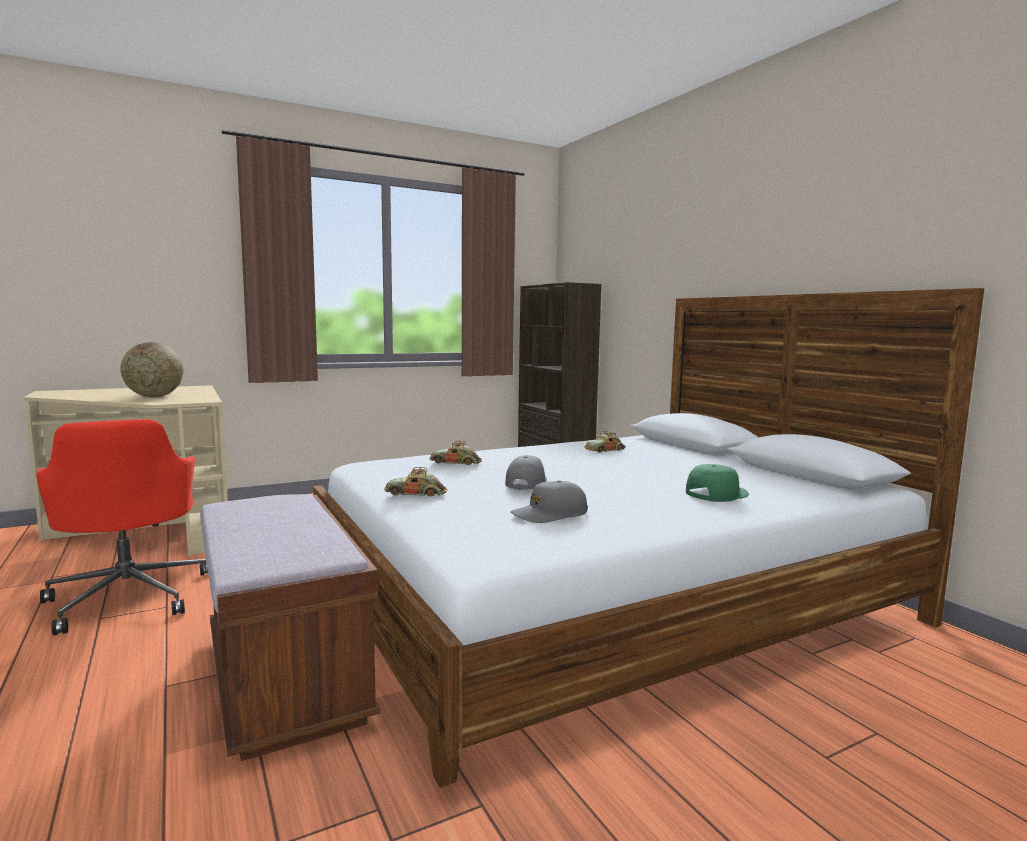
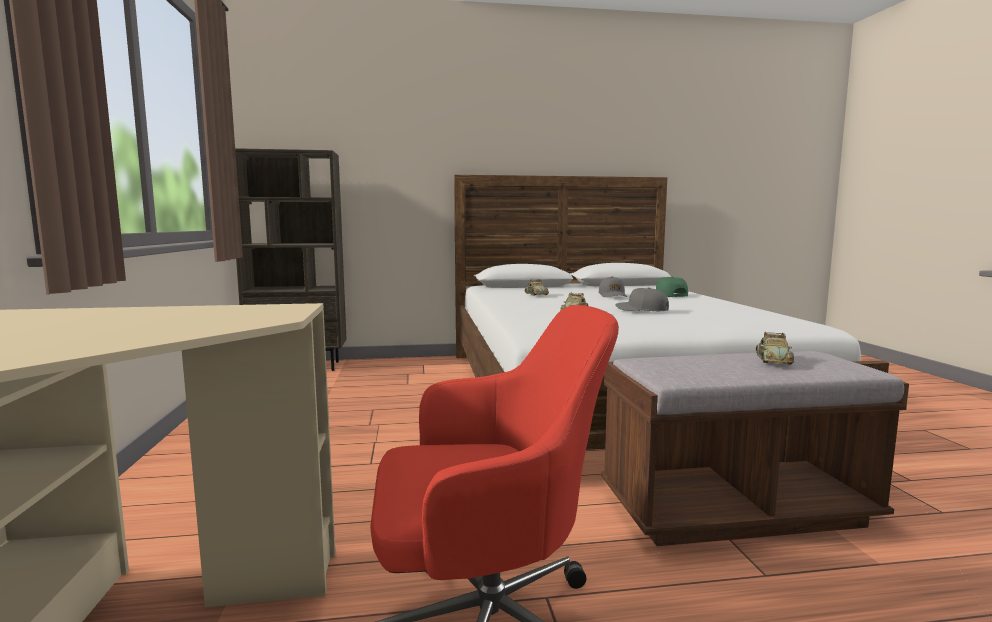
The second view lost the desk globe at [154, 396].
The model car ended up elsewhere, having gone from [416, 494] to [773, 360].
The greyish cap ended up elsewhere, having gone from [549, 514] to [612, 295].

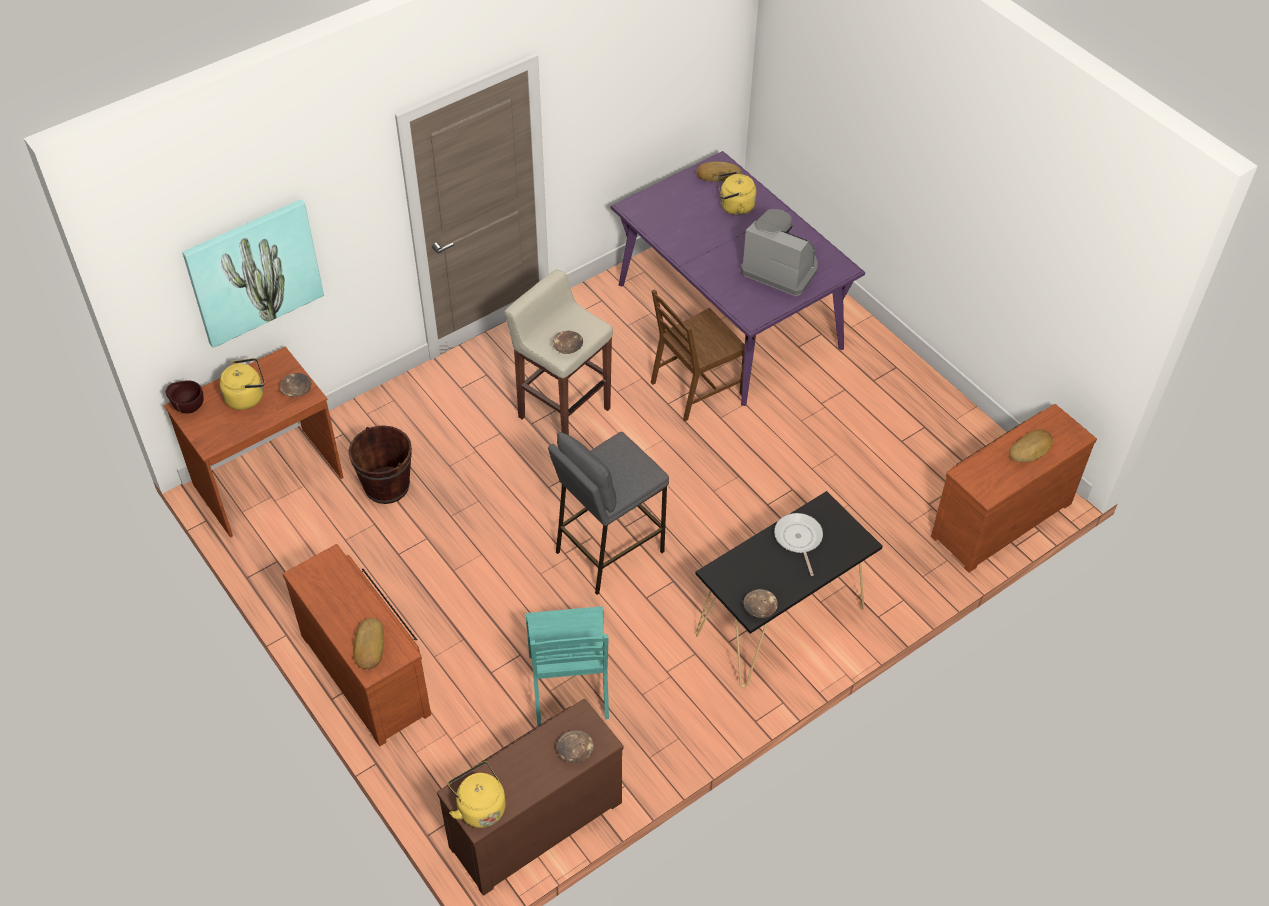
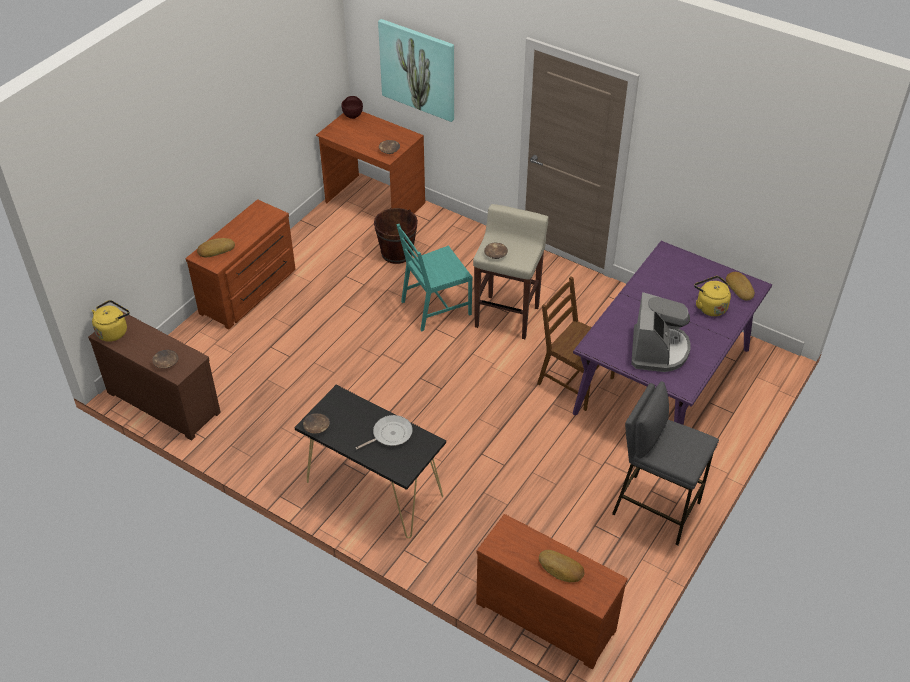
The second view lost the yellowish water kettle at [247, 396].
The blue-green plain chair ended up elsewhere, having gone from [570, 687] to [435, 308].
The greyish sitting stool ended up elsewhere, having gone from [608, 551] to [656, 508].

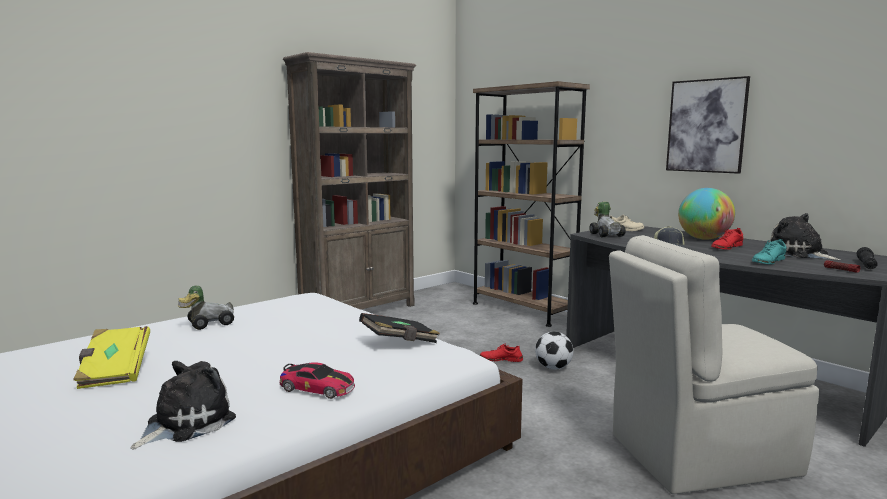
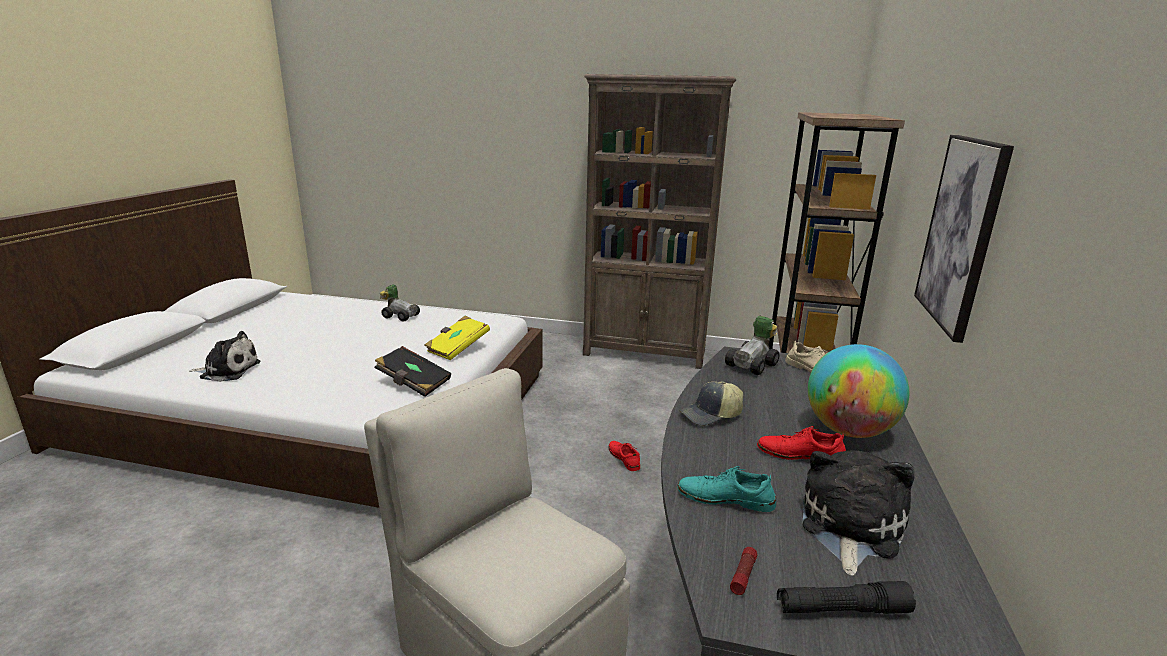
The yellowish volume ended up elsewhere, having gone from [114, 372] to [457, 348].
The second view lost the model car at [317, 388].
The second view lost the ball for football at [553, 368].

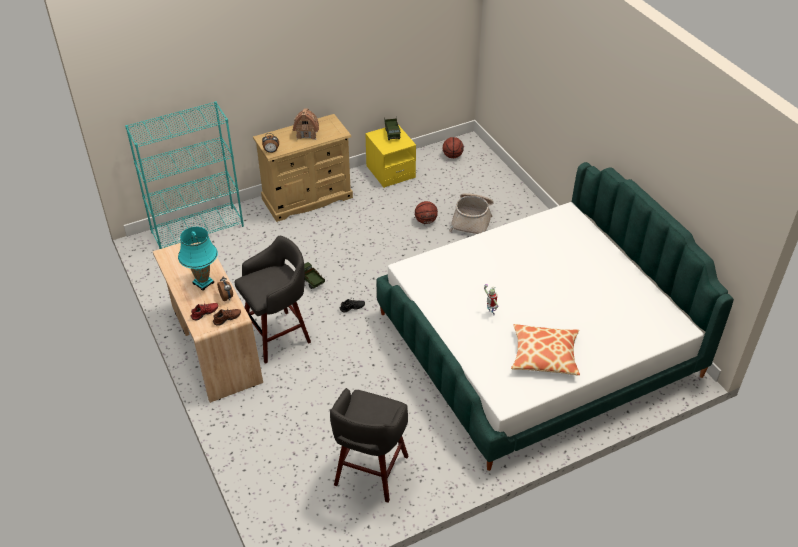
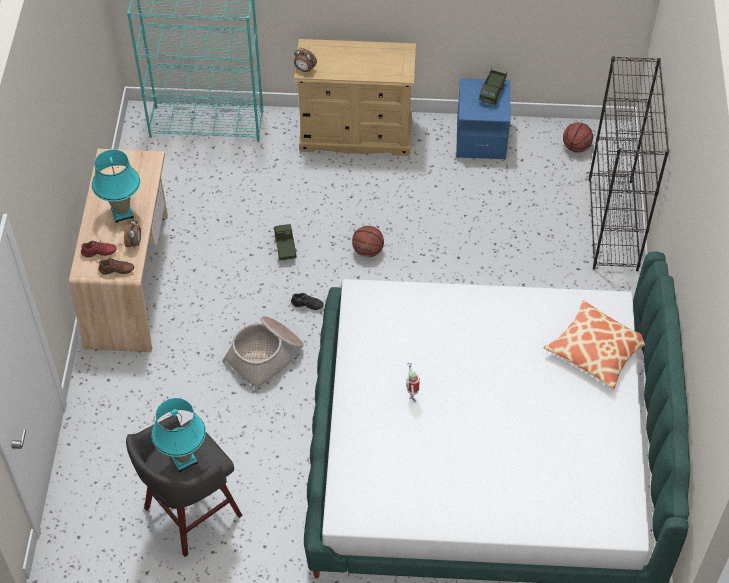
The second view lost the greyish sitting stool at [278, 336].
The second view lost the model house at [307, 134].
What was the yellowish nightstand at [390, 172] turned into the blue-coloured nightstand at [481, 138].
The basketball ended up elsewhere, having gone from [426, 221] to [368, 251].
The basket ended up elsewhere, having gone from [472, 220] to [266, 357].
The pillow ended up elsewhere, having gone from [544, 355] to [596, 350].
The second view gained the blue-green tabletop lamp at [184, 459].
The second view gained the black-coloured bookshelf at [613, 225].

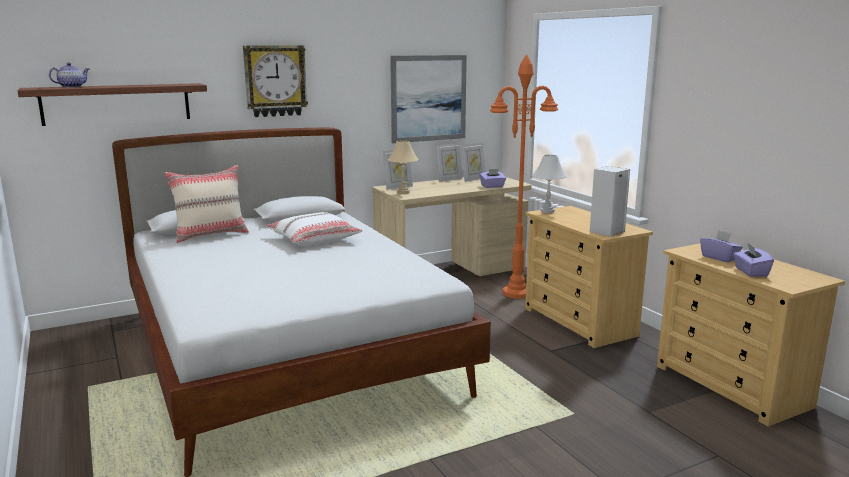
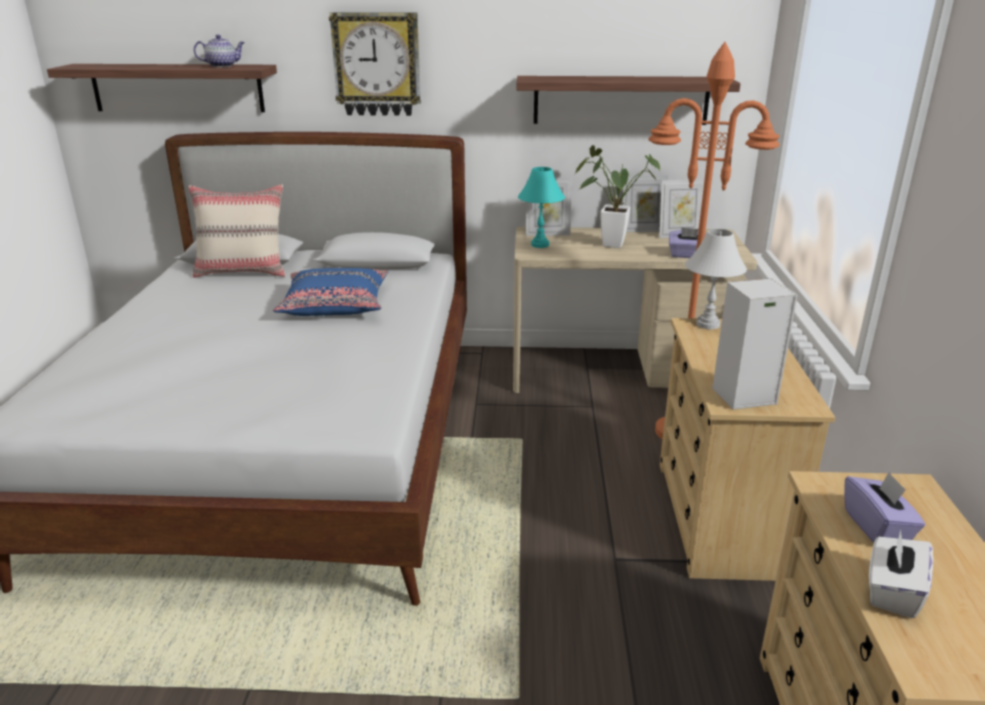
The teapot ended up elsewhere, having gone from [72, 87] to [222, 66].
What was the whitish pillow at [314, 239] turned into the blue-coloured pillow at [335, 305].
What was the sand-coloured tabletop lamp at [403, 192] turned into the blue-green tabletop lamp at [540, 245].
Where the wall art hung at [428, 98], the shelf came to hang at [621, 100].
What was the purple-coloured box of tissues at [750, 272] turned into the whitish box of tissues at [892, 592].
The second view gained the plant in a pot at [607, 244].

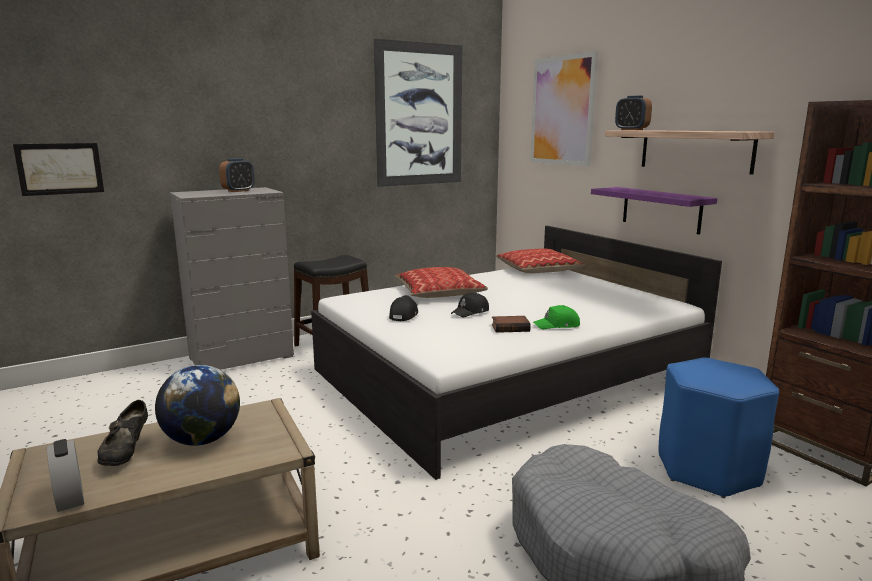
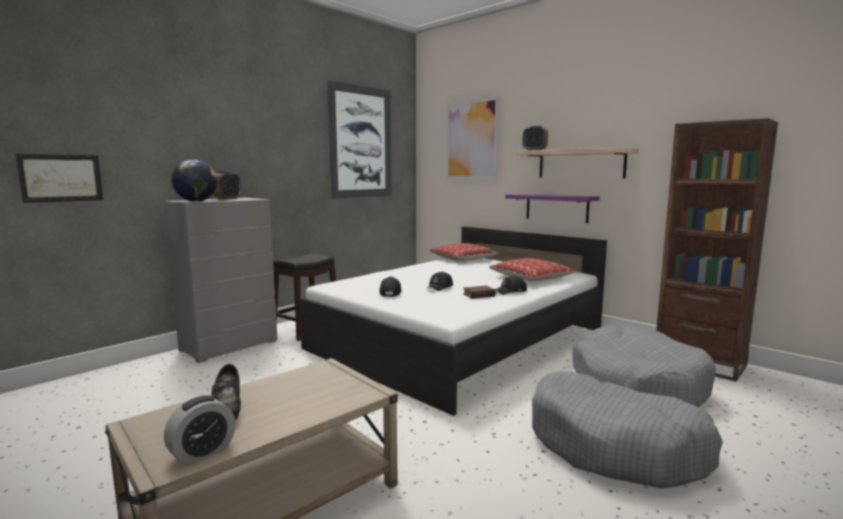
The alarm clock at [70, 497] ended up facing another way, 90 degrees counterclockwise from before.
The desk globe ended up elsewhere, having gone from [202, 440] to [196, 201].
The pillow ended up elsewhere, having gone from [439, 293] to [531, 278].
What was the green-coloured cap at [557, 325] turned into the black-coloured cap at [511, 291].
Where the blue-coloured sitting stool stood at [708, 470], the greyish pet bed came to stand at [637, 384].

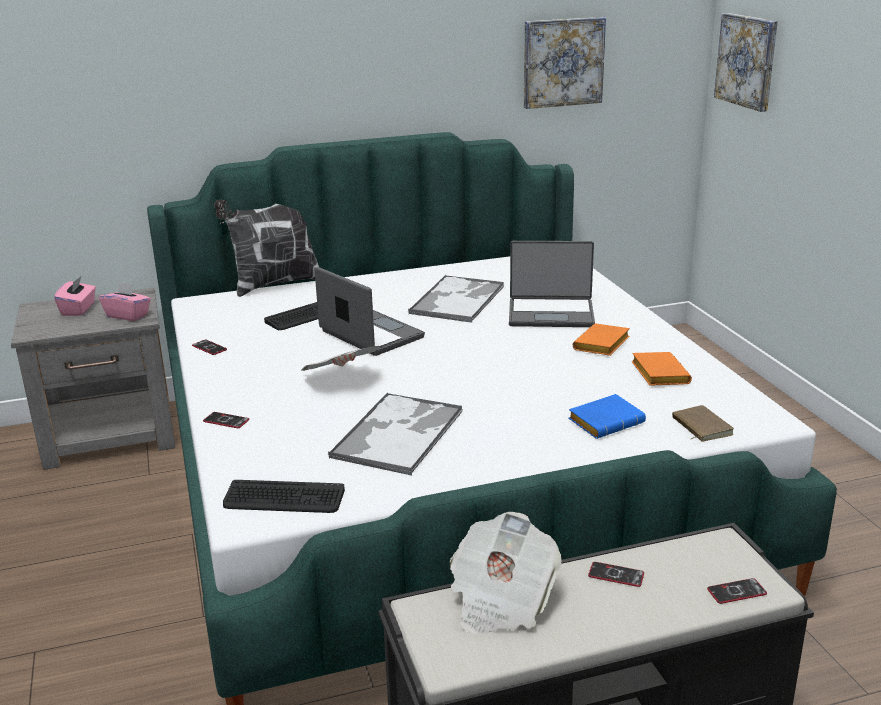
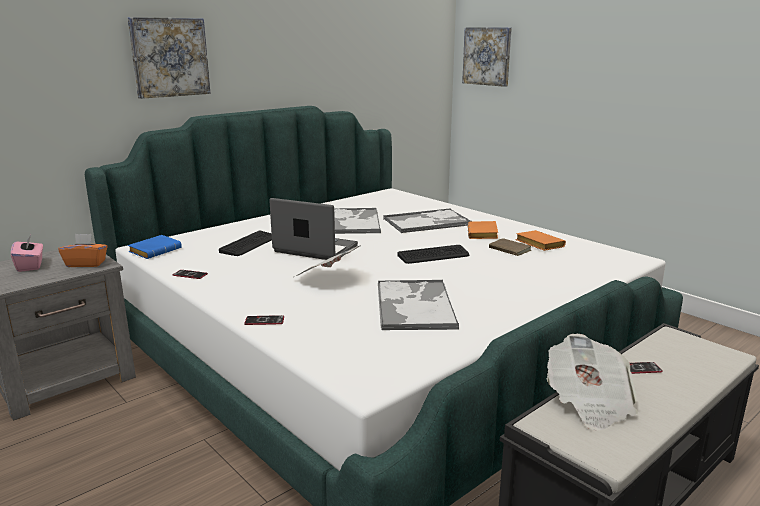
What was the pinkish box of tissues at [128, 315] turned into the orange-coloured box of tissues at [86, 263].
The second view lost the pillow at [275, 284].
The PC keyboard ended up elsewhere, having gone from [284, 498] to [433, 255].
Where the notebook computer stood at [551, 314], the tray came to stand at [427, 222].
The wall art ended up elsewhere, having gone from [562, 62] to [169, 57].
The blue-coloured volume ended up elsewhere, having gone from [606, 421] to [155, 250].
The brown-coloured volume ended up elsewhere, having gone from [700, 427] to [508, 250].
The second view lost the handset at [736, 592].

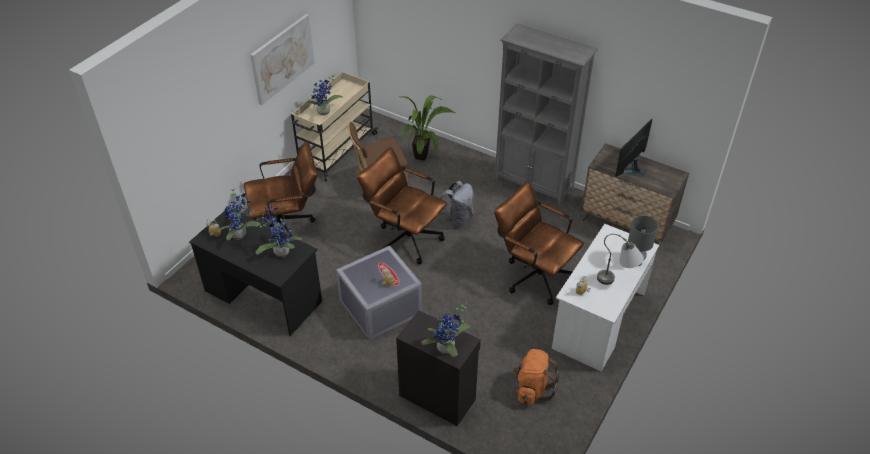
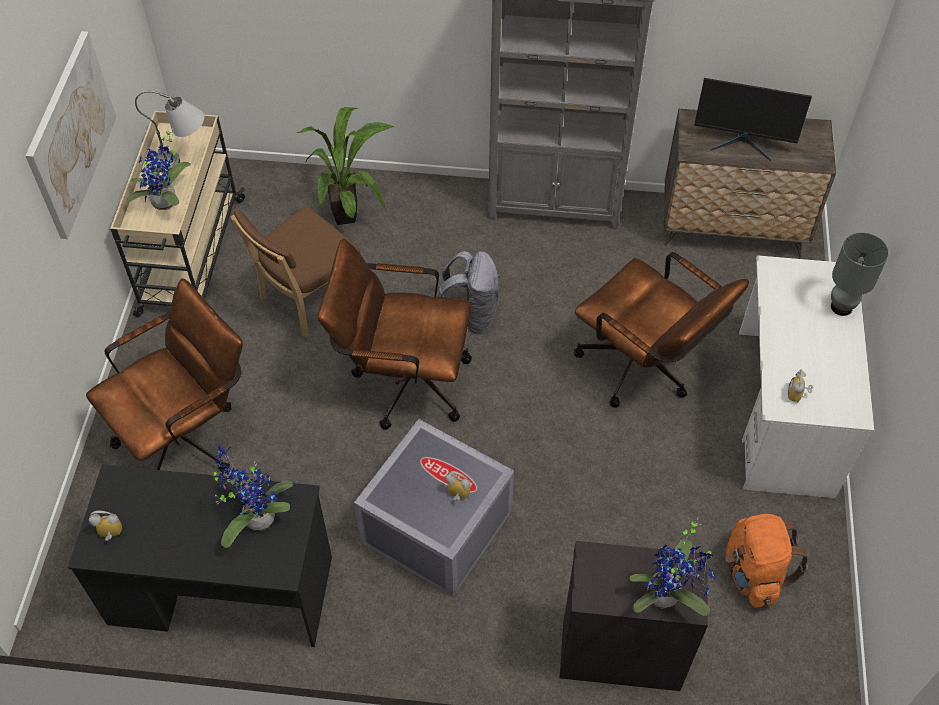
The second view lost the plant in a pot at [241, 234].
The brown-coloured computer chair at [533, 275] ended up facing another way, 150 degrees counterclockwise from before.
The greyish tabletop lamp ended up elsewhere, having gone from [617, 281] to [185, 161].
The computer screen at [630, 168] ended up facing another way, 90 degrees counterclockwise from before.

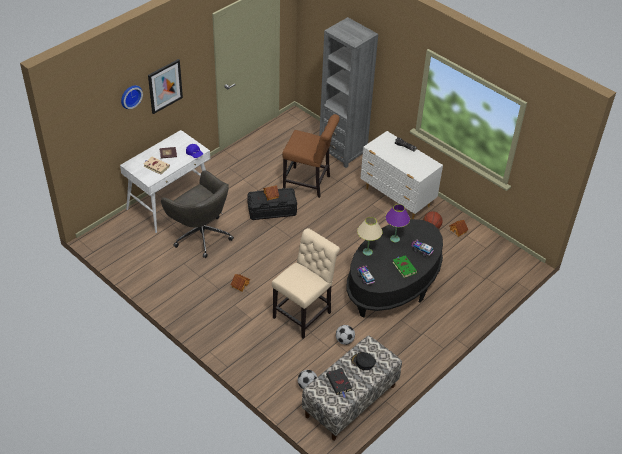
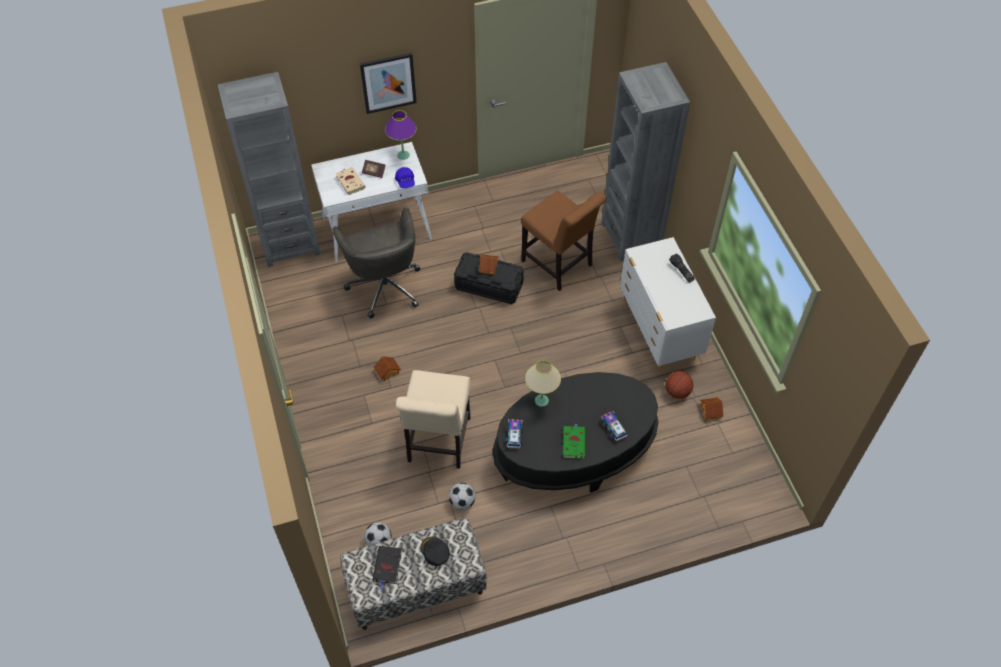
The second view lost the wall clock at [130, 96].
The sand-coloured plain chair at [304, 313] ended up facing another way, 120 degrees clockwise from before.
The purple-coloured tabletop lamp ended up elsewhere, having gone from [395, 239] to [403, 155].
The second view gained the greyish bookshelf at [290, 244].

